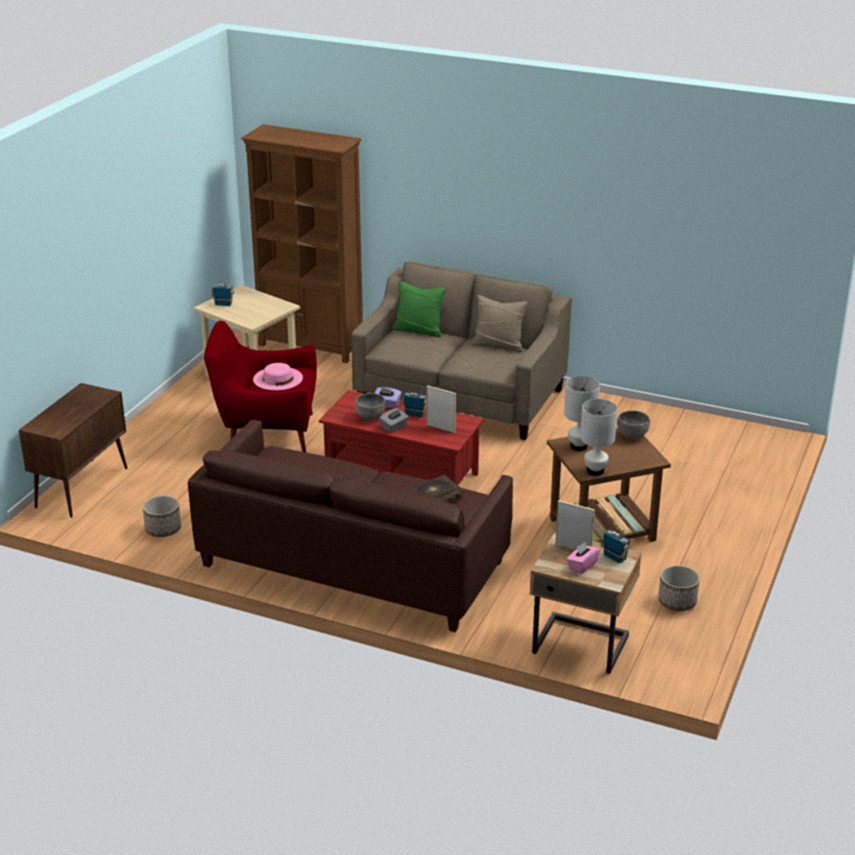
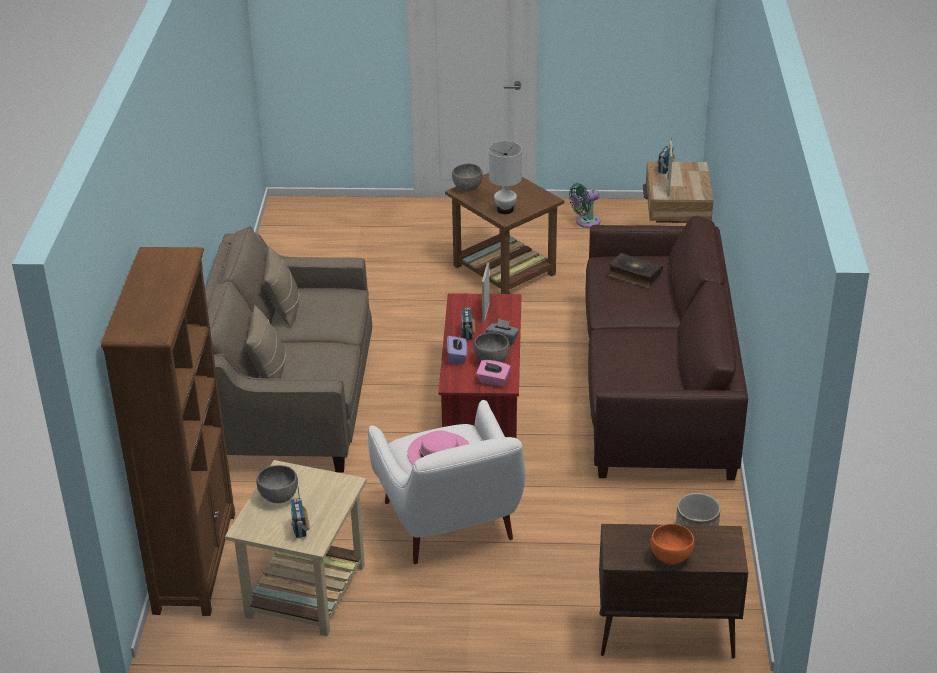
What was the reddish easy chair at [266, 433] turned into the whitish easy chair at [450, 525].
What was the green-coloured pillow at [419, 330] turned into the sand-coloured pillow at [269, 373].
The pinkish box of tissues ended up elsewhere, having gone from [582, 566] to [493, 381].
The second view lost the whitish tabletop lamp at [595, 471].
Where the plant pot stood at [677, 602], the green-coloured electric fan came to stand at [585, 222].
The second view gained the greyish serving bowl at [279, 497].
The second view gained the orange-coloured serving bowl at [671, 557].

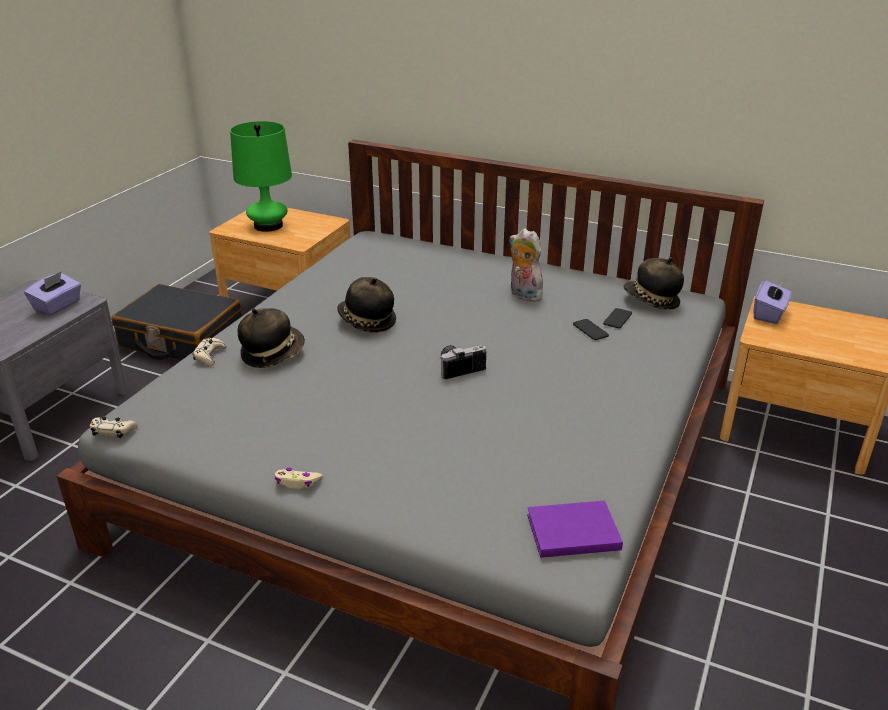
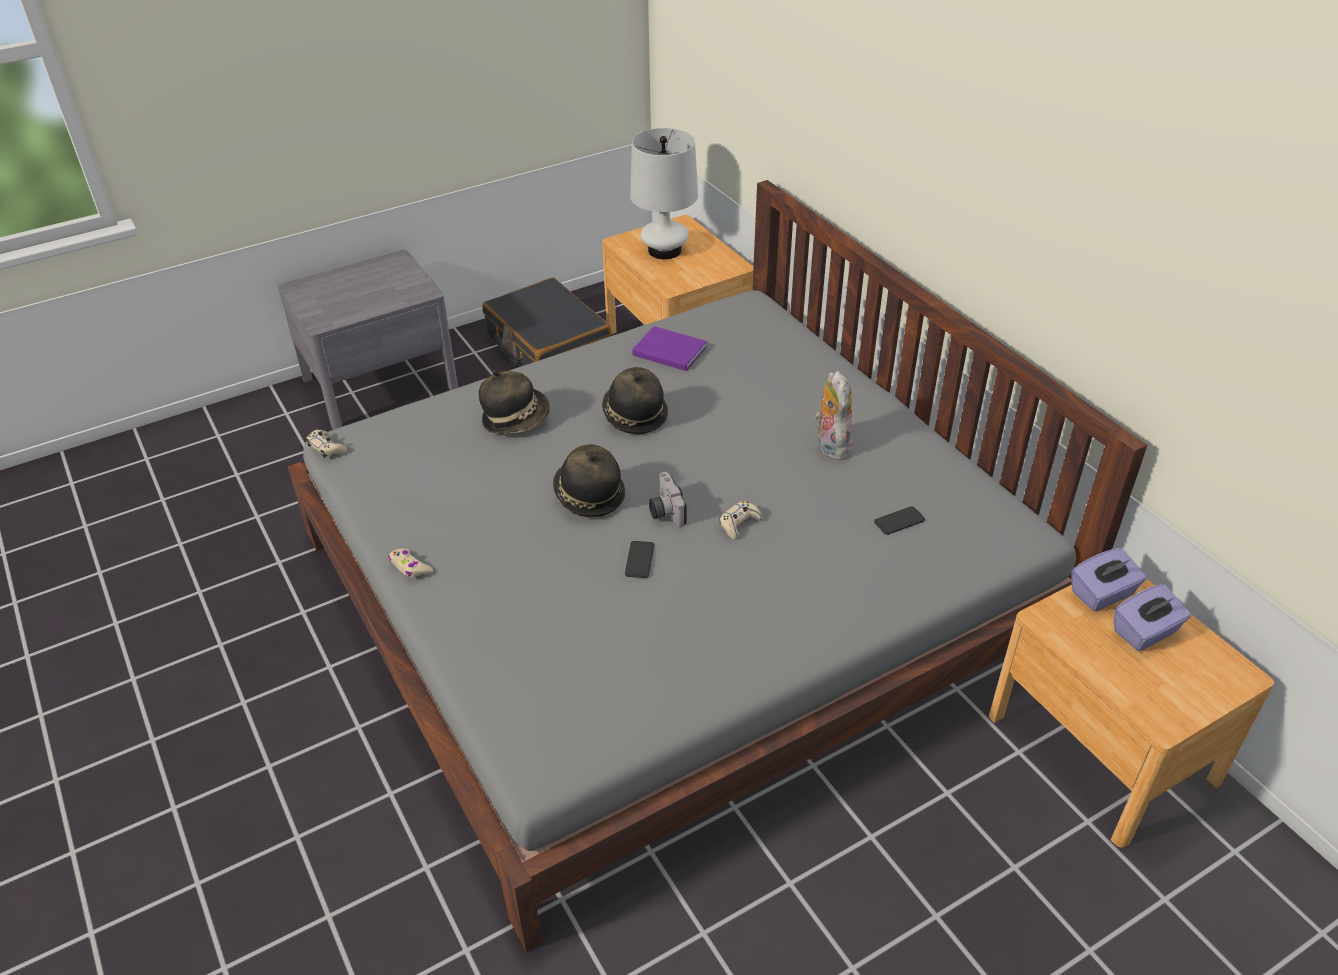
The purple-coloured box of tissues ended up elsewhere, having gone from [58, 306] to [1145, 632].
The sand-coloured gamepad ended up elsewhere, having gone from [209, 356] to [739, 524].
What was the green-coloured tabletop lamp at [268, 226] turned into the whitish tabletop lamp at [664, 250].
The photo camera at [460, 368] ended up facing another way, 120 degrees counterclockwise from before.
The purple-coloured volume ended up elsewhere, having gone from [570, 531] to [668, 350].
The handset ended up elsewhere, having gone from [590, 330] to [639, 560].
The wearable hat ended up elsewhere, having gone from [651, 301] to [588, 496].

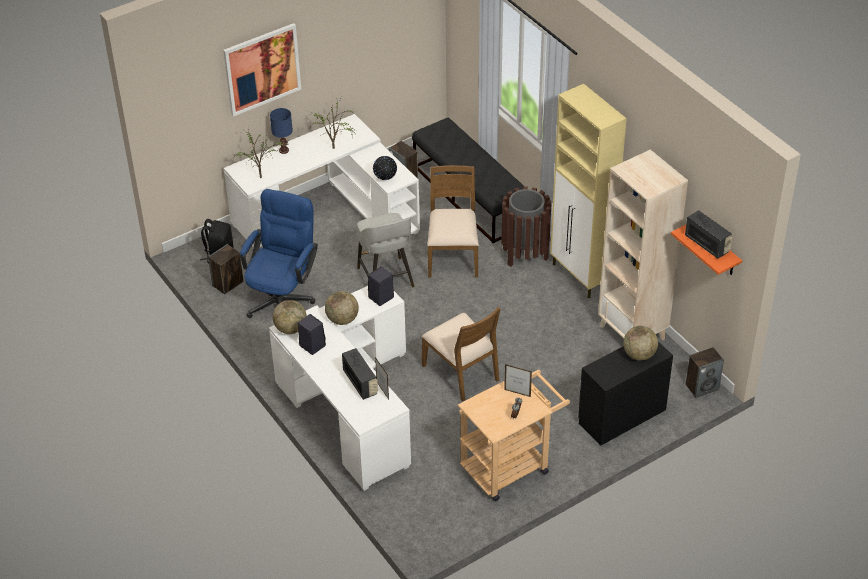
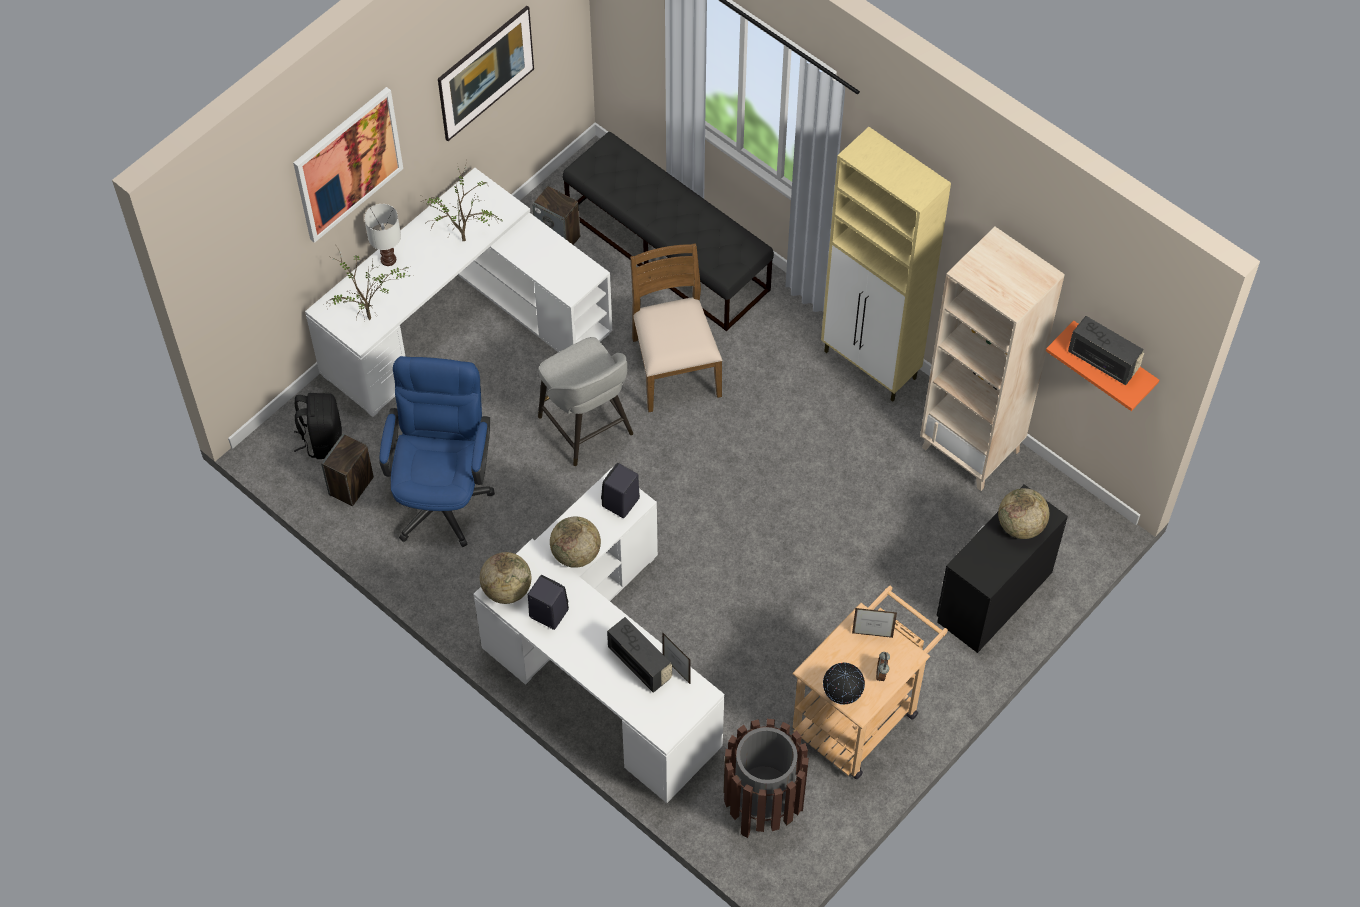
What was the blue-coloured tabletop lamp at [284, 151] turned into the whitish tabletop lamp at [388, 260].
The desk globe ended up elsewhere, having gone from [385, 180] to [842, 695].
The second view lost the brown-coloured plain chair at [462, 372].
The brown-coloured trash can ended up elsewhere, having gone from [524, 253] to [762, 803].
The second view lost the speaker at [702, 387].
The second view gained the wall art at [487, 88].

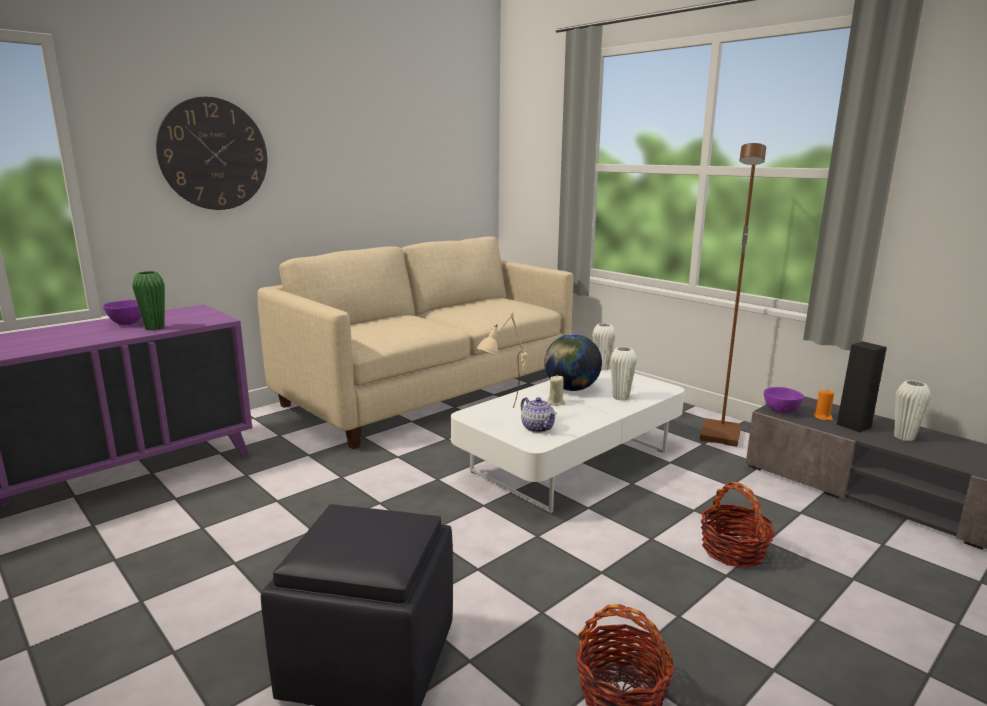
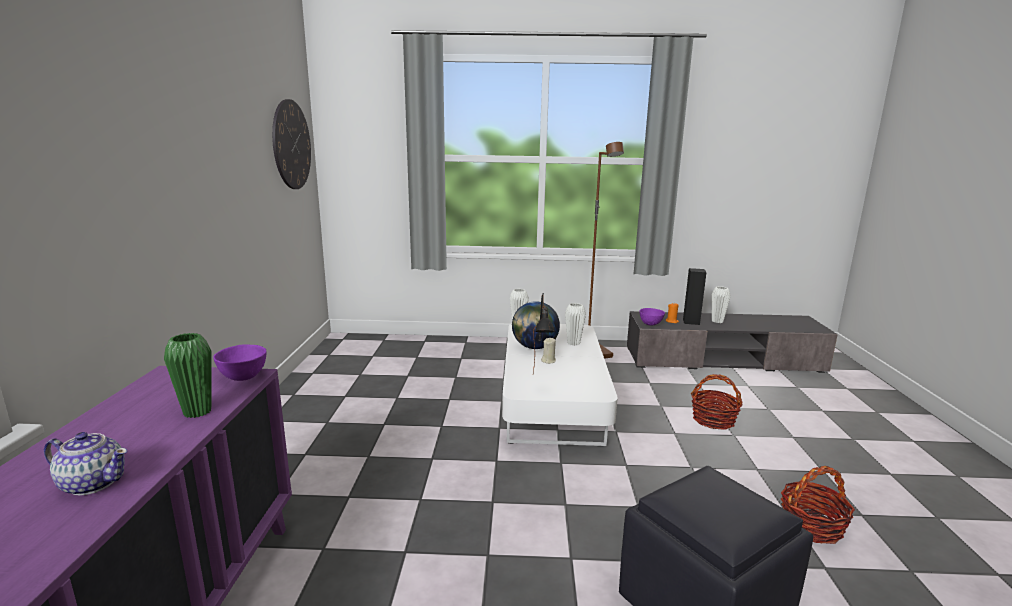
The purple-coloured serving bowl ended up elsewhere, having gone from [128, 323] to [243, 377].
The wall clock ended up elsewhere, having gone from [214, 154] to [291, 145].
The second view lost the sand-coloured couch at [429, 391].
What was the sand-coloured tabletop lamp at [503, 416] turned into the black-coloured tabletop lamp at [541, 383].
The teapot ended up elsewhere, having gone from [537, 428] to [93, 483].

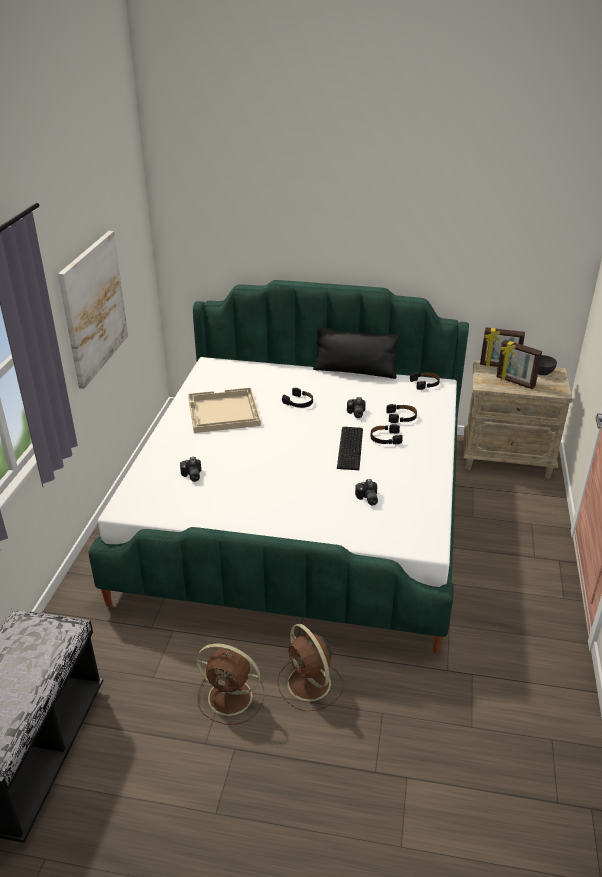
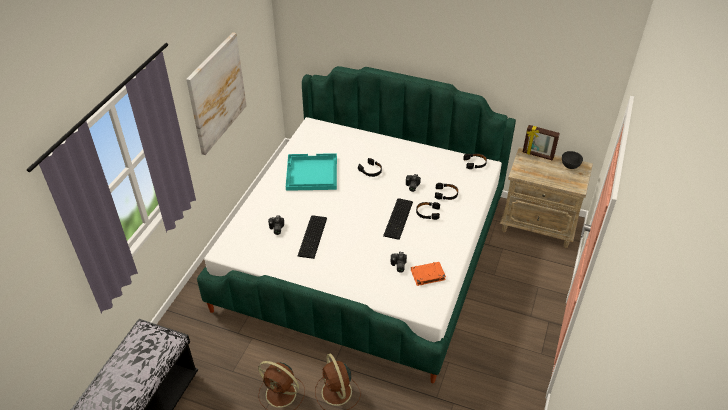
What was the sand-coloured tray at [223, 412] turned into the blue-green tray at [311, 173].
The second view lost the black-coloured pillow at [355, 371].
The second view lost the standing frame at [515, 382].
The second view gained the PC keyboard at [313, 236].
The second view gained the orange-coloured volume at [427, 275].

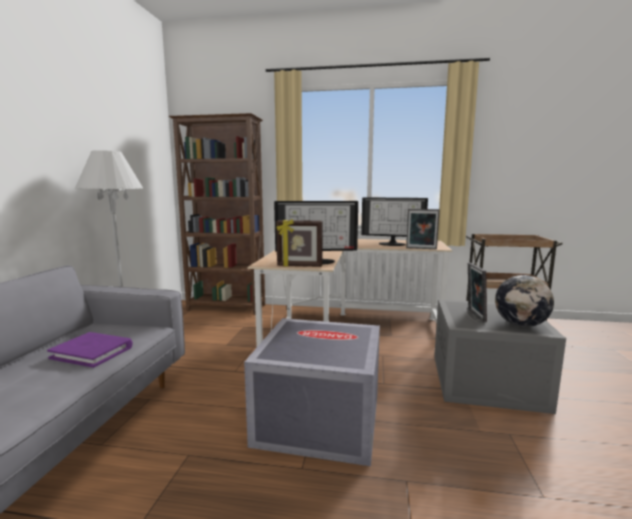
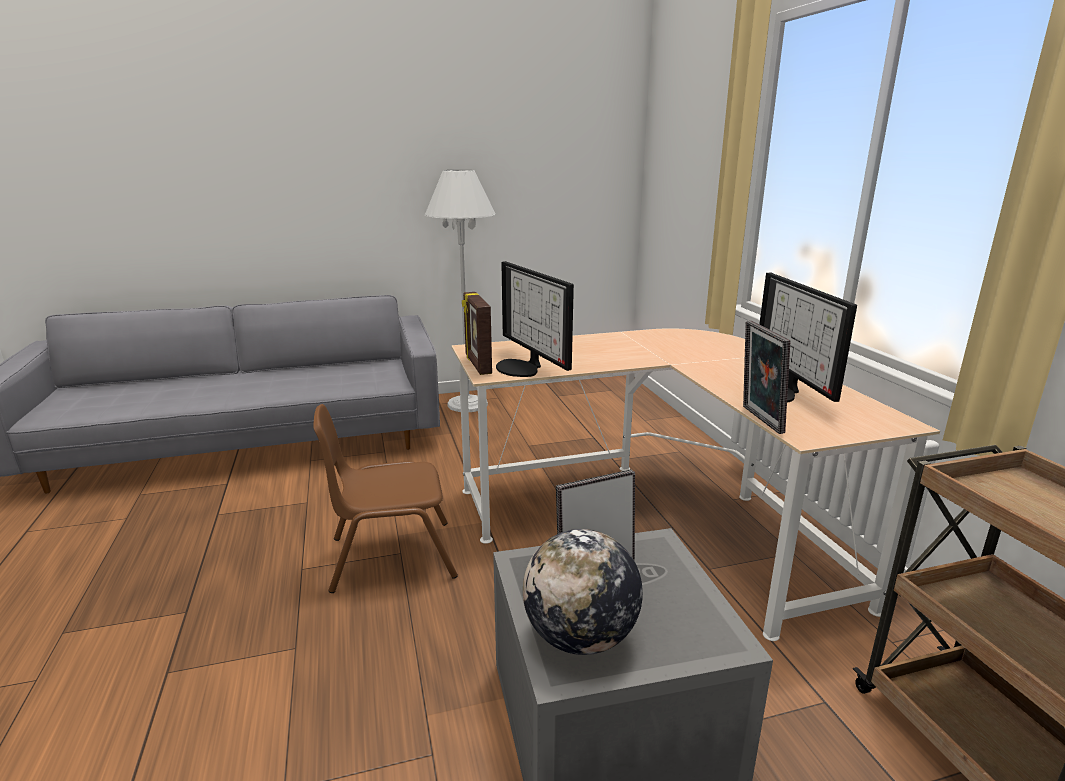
The second view lost the purple-coloured volume at [92, 352].
The second view lost the brown-coloured bookshelf at [227, 308].
Where the greyish storage bin stood at [317, 419], the brown-coloured plain chair came to stand at [392, 556].

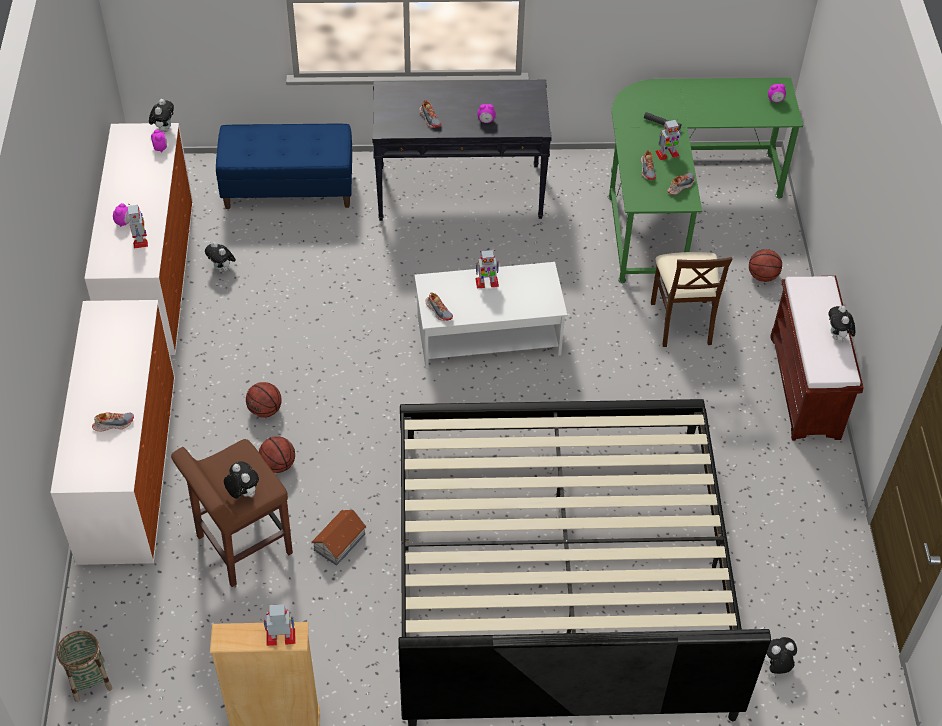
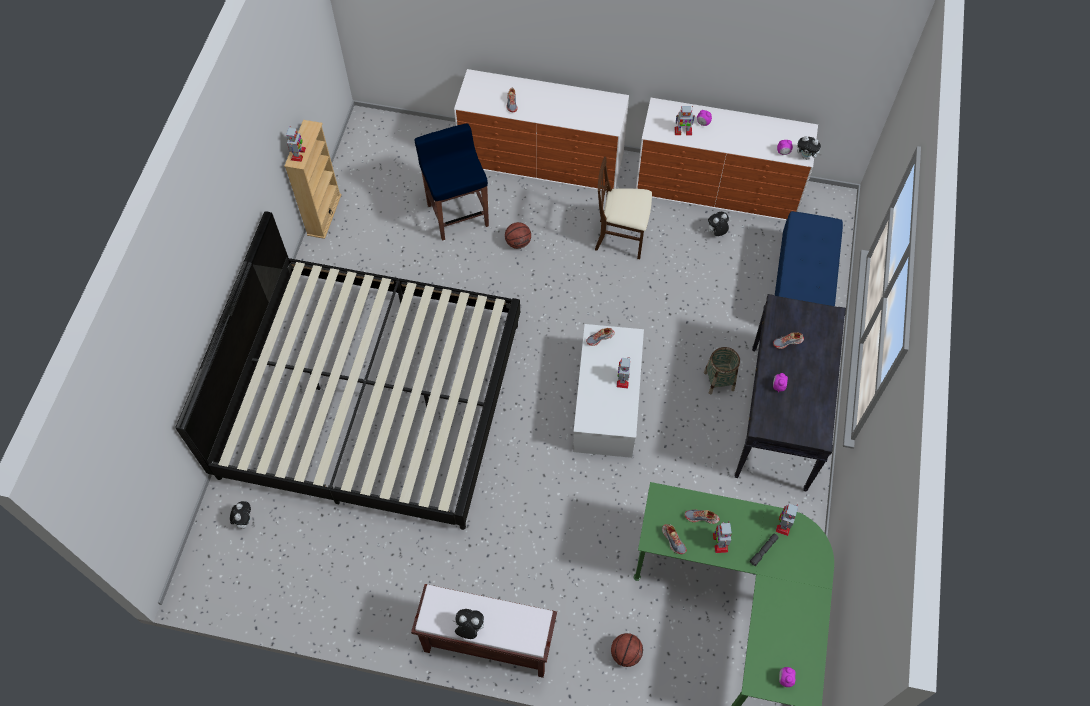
The basket ended up elsewhere, having gone from [89, 680] to [719, 381].
What was the brown-coloured sitting stool at [242, 545] turned into the blue-coloured sitting stool at [457, 214].
The second view lost the cuddly toy at [243, 493].
The second view lost the basketball at [265, 410].
The second view lost the model house at [339, 542].
The sand-coloured plain chair ended up elsewhere, having gone from [682, 322] to [621, 238].
The second view gained the model robot at [784, 524].

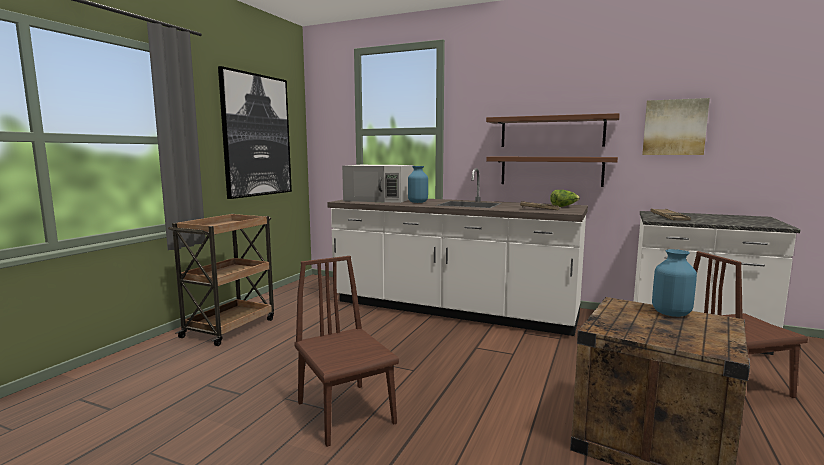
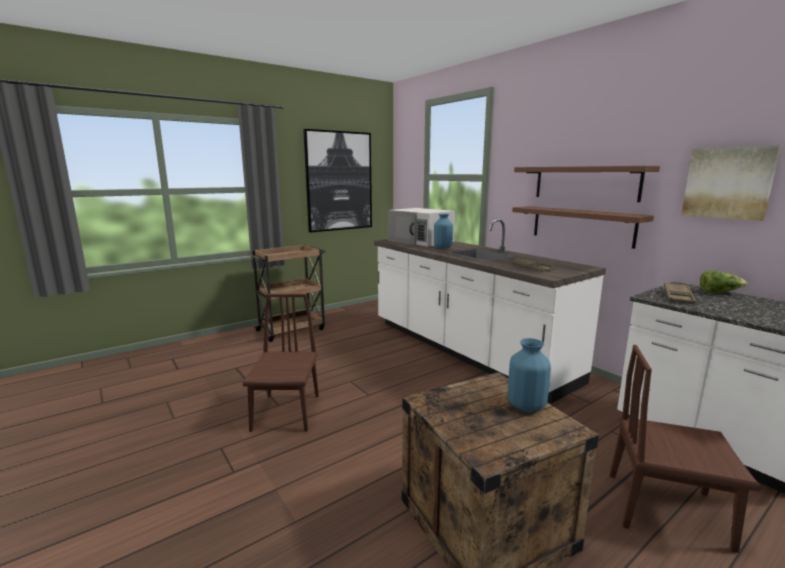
The lettuce head ended up elsewhere, having gone from [564, 206] to [719, 292].

